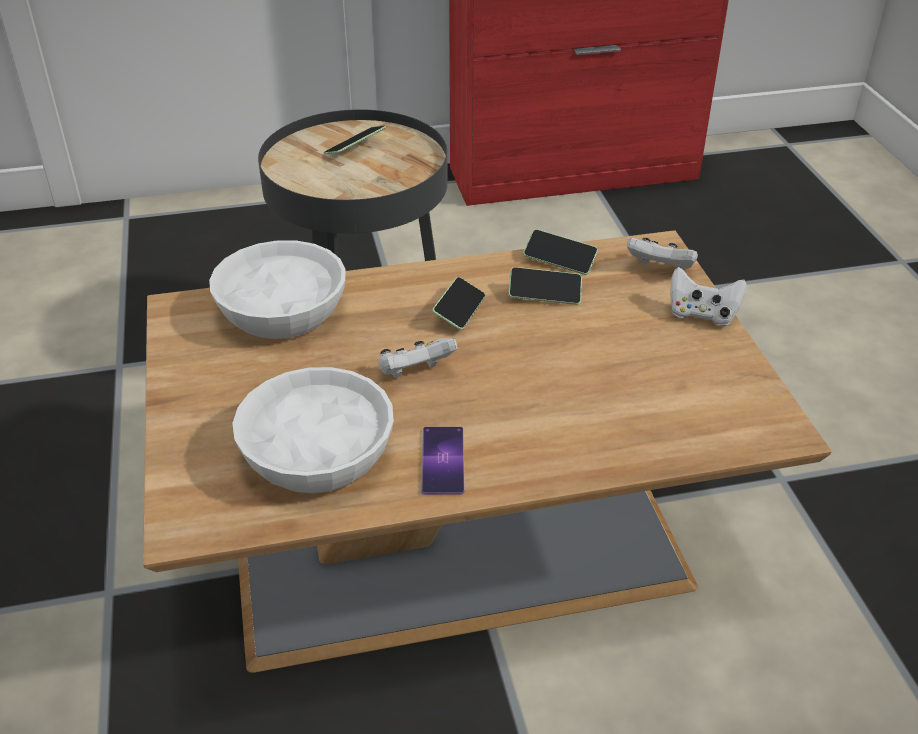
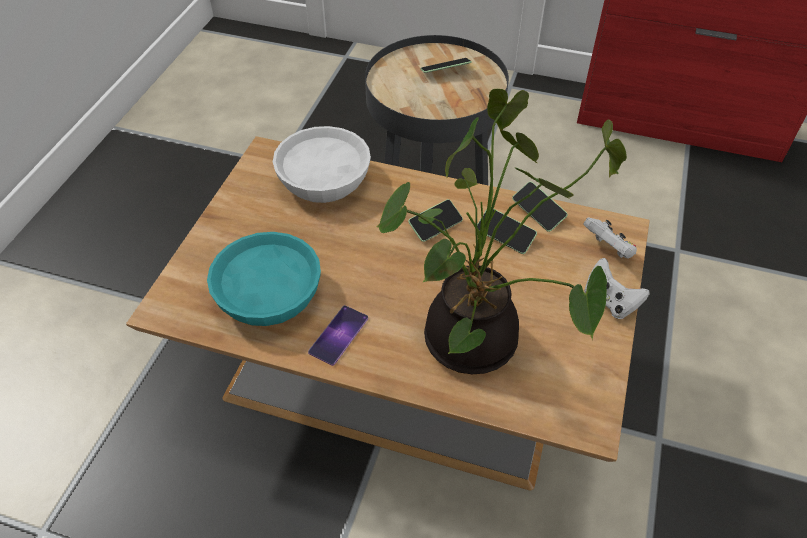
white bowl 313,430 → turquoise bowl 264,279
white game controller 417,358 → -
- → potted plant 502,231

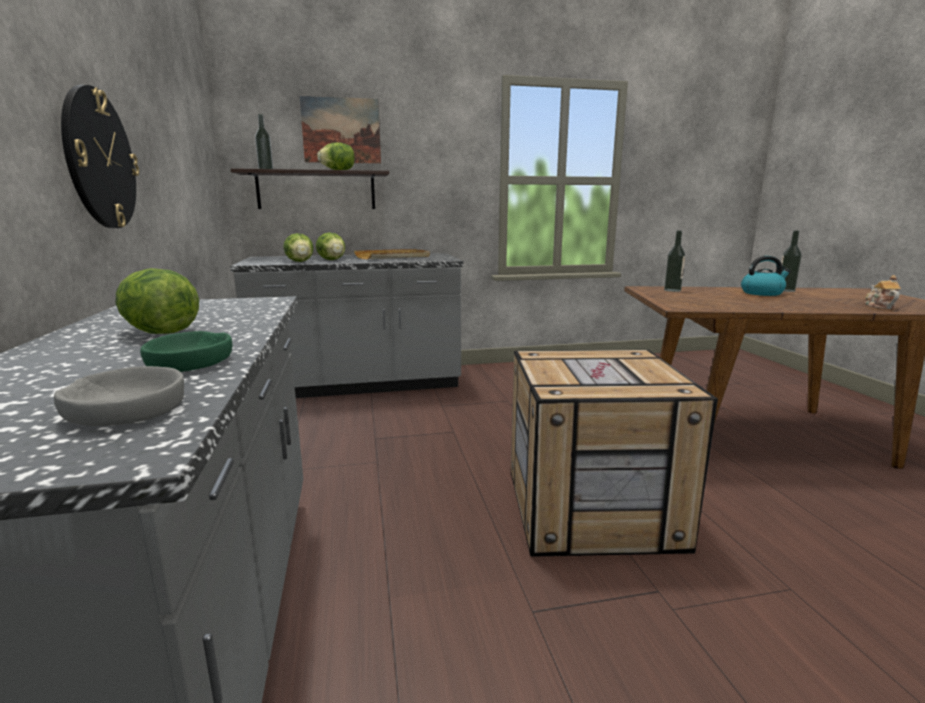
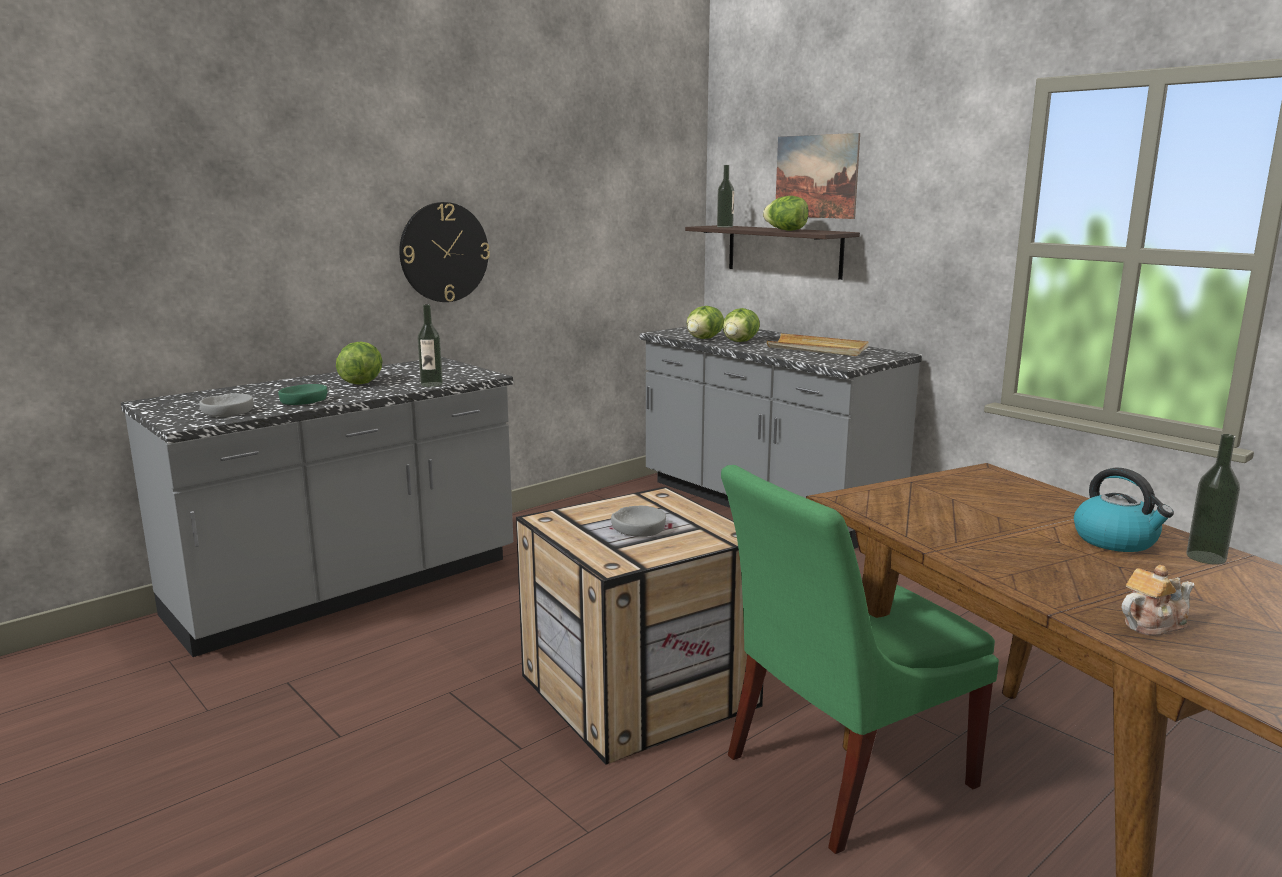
bottle 674,261 → bottle 430,345, relocated
- → grey bowl 638,521
- → green chair 860,659

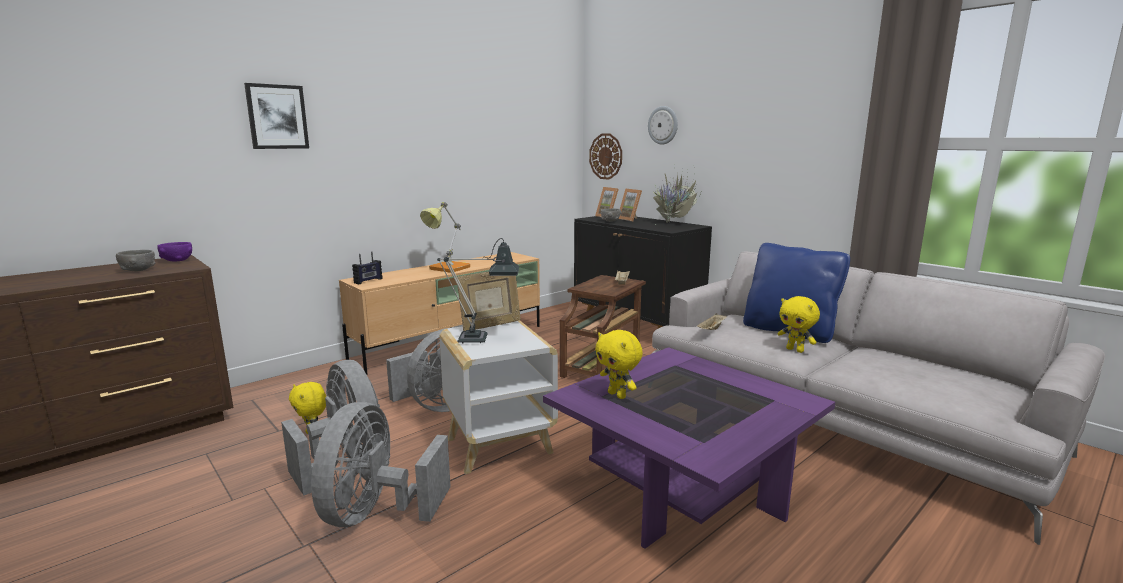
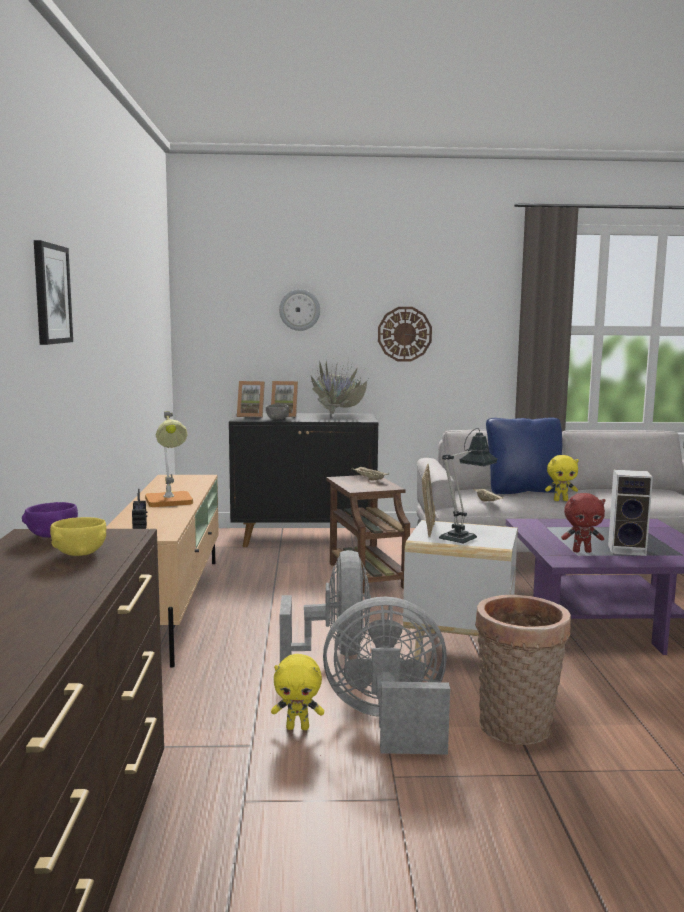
grey bowl 135,260 → yellow bowl 78,536
grey fan 381,464 → basket 523,670
wall clock 605,157 → wall clock 405,334, relocated
yellow plush toy 619,364 → red plush toy 583,523
- → speaker 630,513

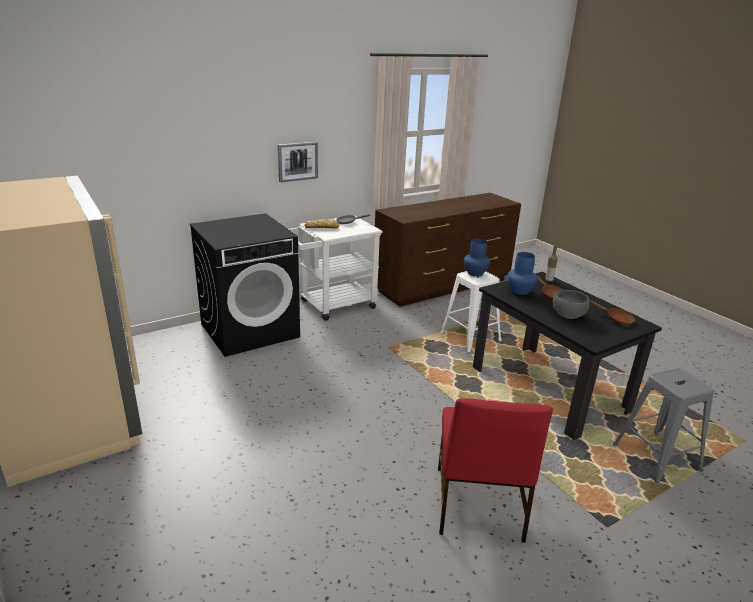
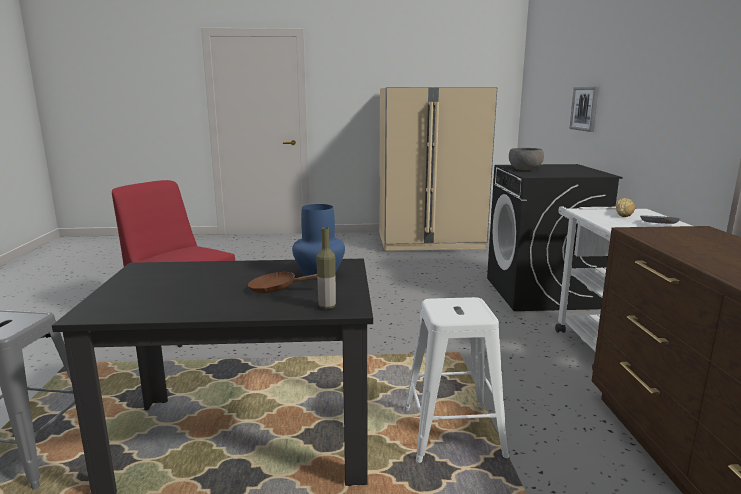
picture 298,162 → picture 584,109, relocated
blue vase 477,258 → -
grey bowl 571,304 → grey bowl 526,159, relocated
brown frying pan 612,312 → -

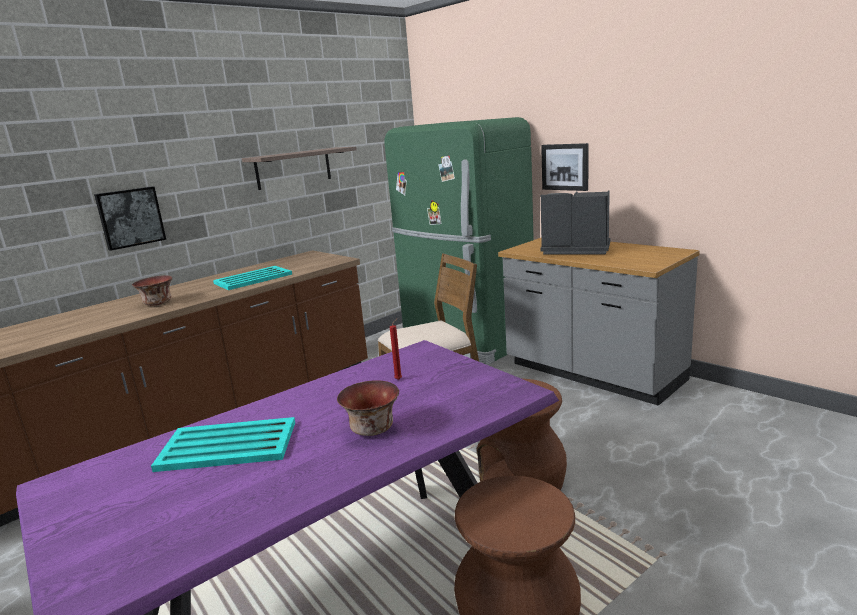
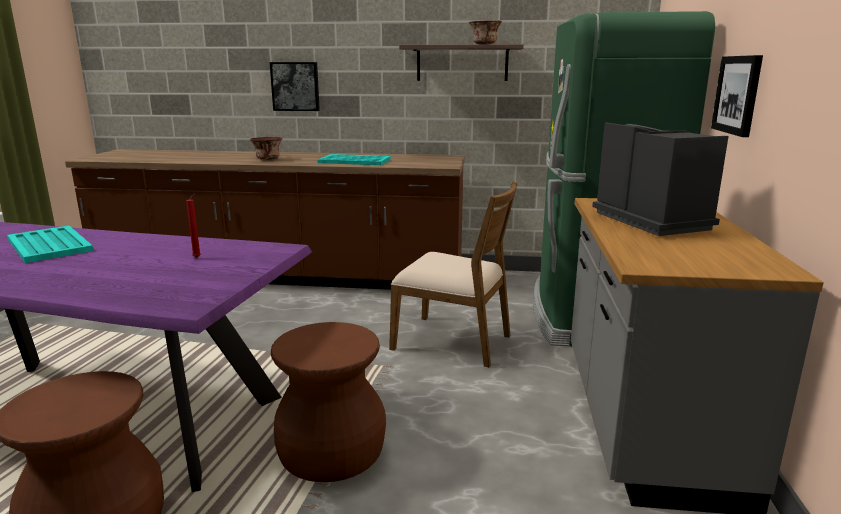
bowl 368,408 → bowl 485,32, relocated

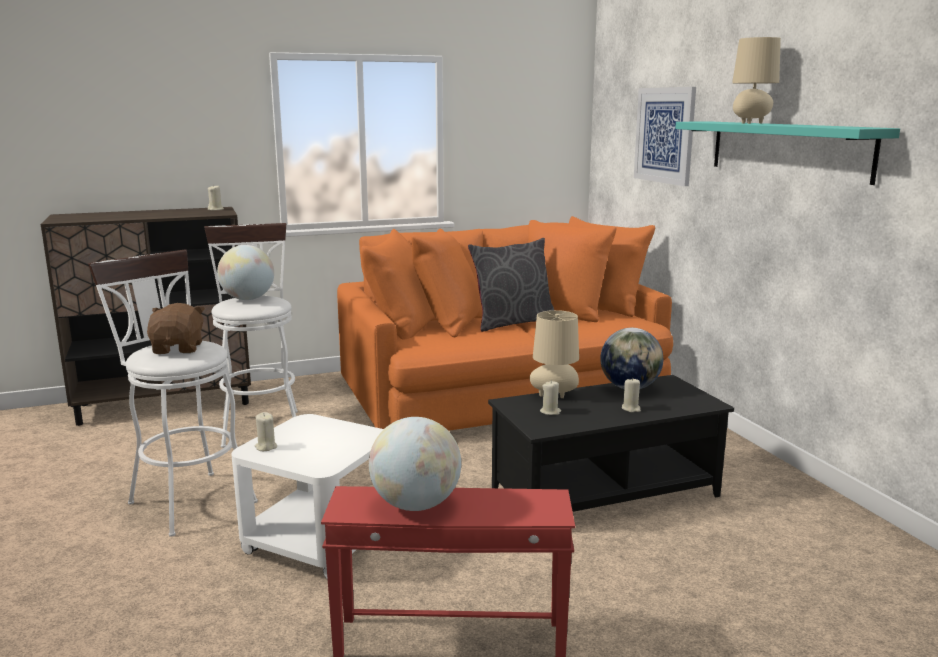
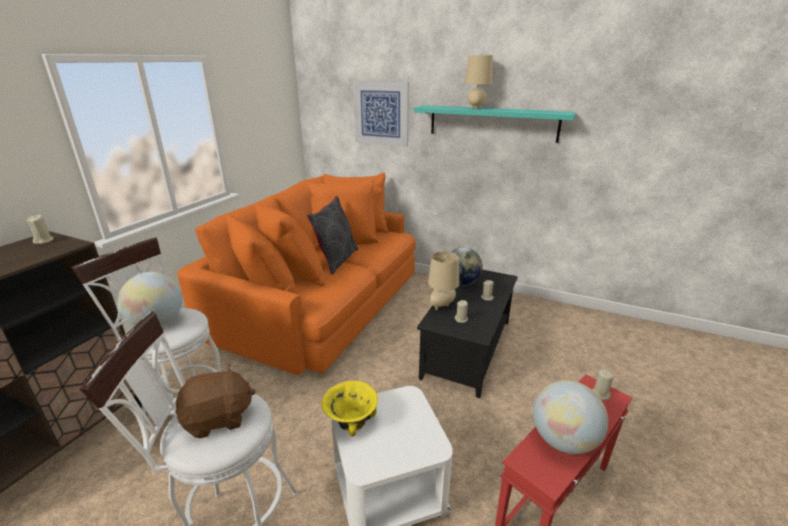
brown plush toy 176,328 → brown plush toy 216,401, 120 degrees clockwise
beige candle 266,431 → beige candle 603,385, relocated
- → yellow bowl 349,408

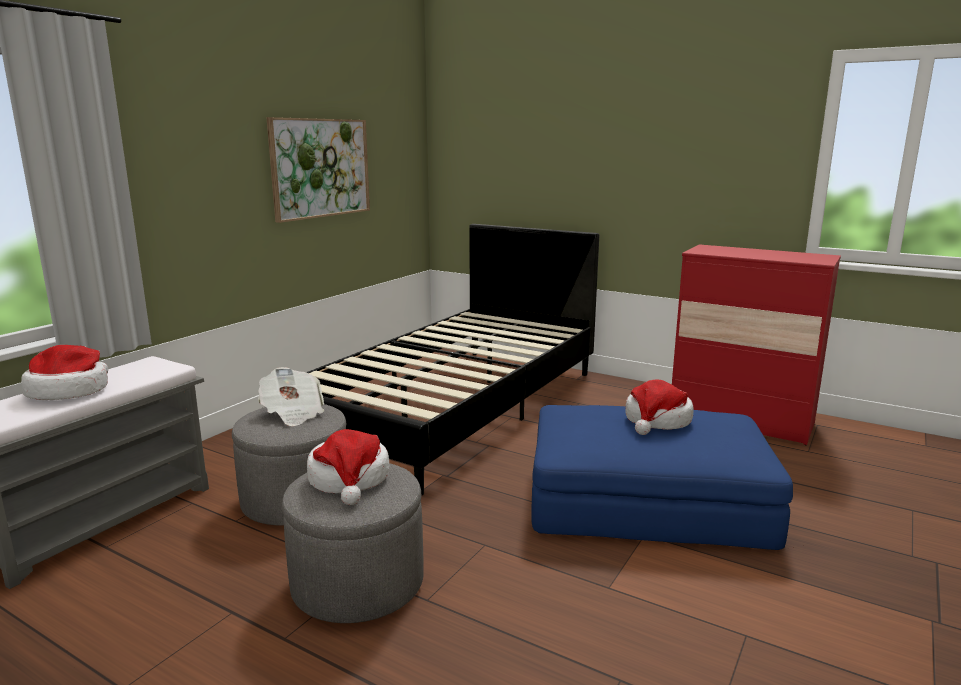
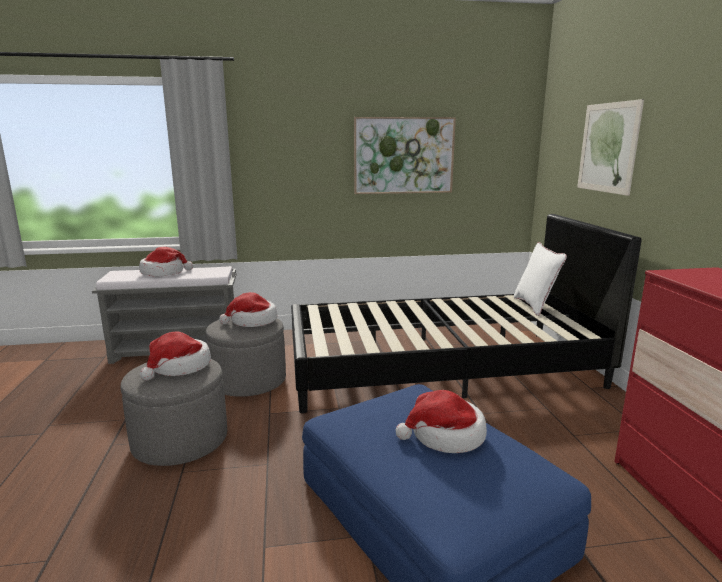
newspaper 291,396 → hat 248,309
- → white pillow 540,279
- → picture 610,147

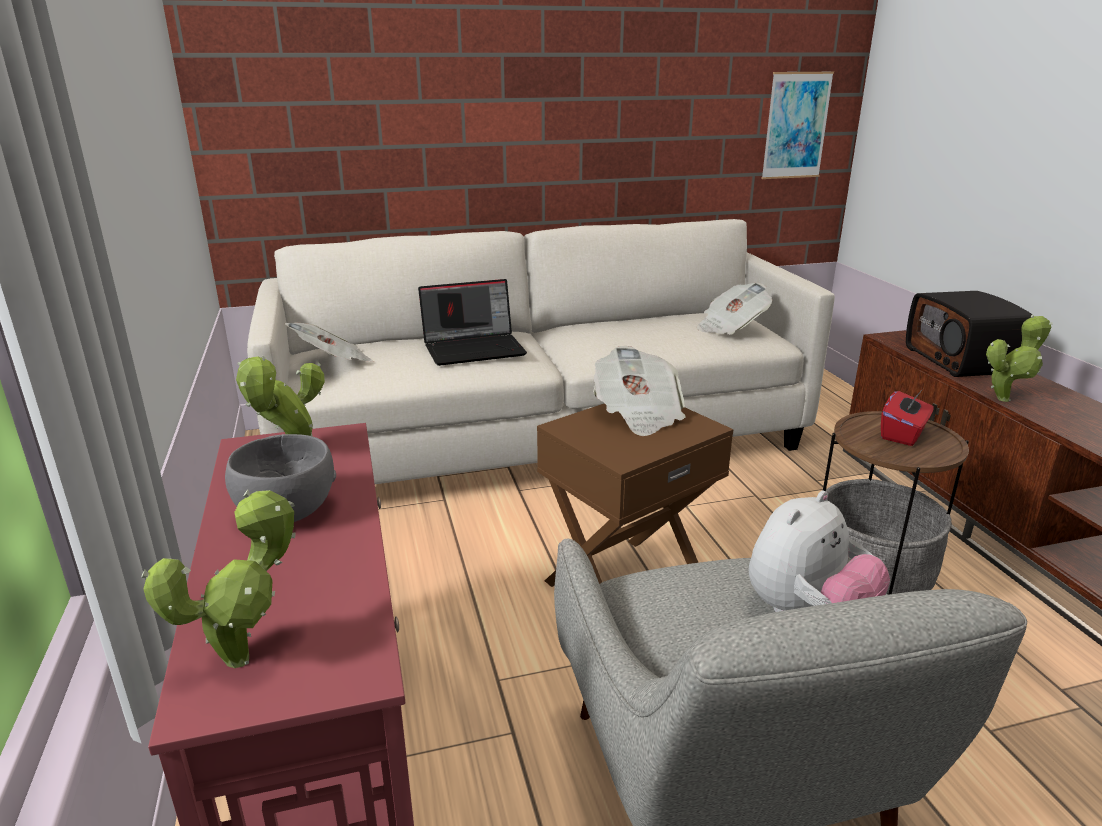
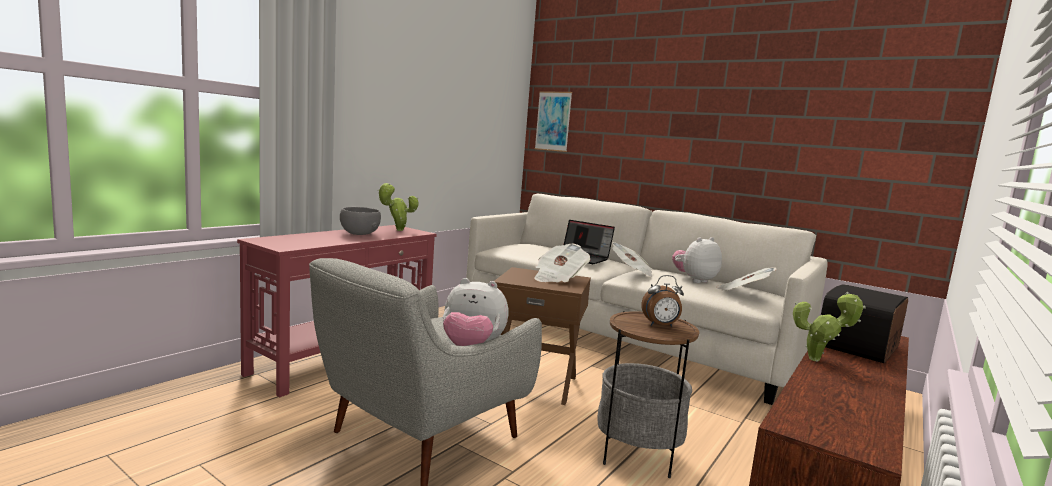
potted plant 218,579 → -
newspaper 329,342 → newspaper 632,259, relocated
picture 797,125 → picture 553,121, relocated
red tissue box 907,417 → alarm clock 662,301
- → plush toy 697,260

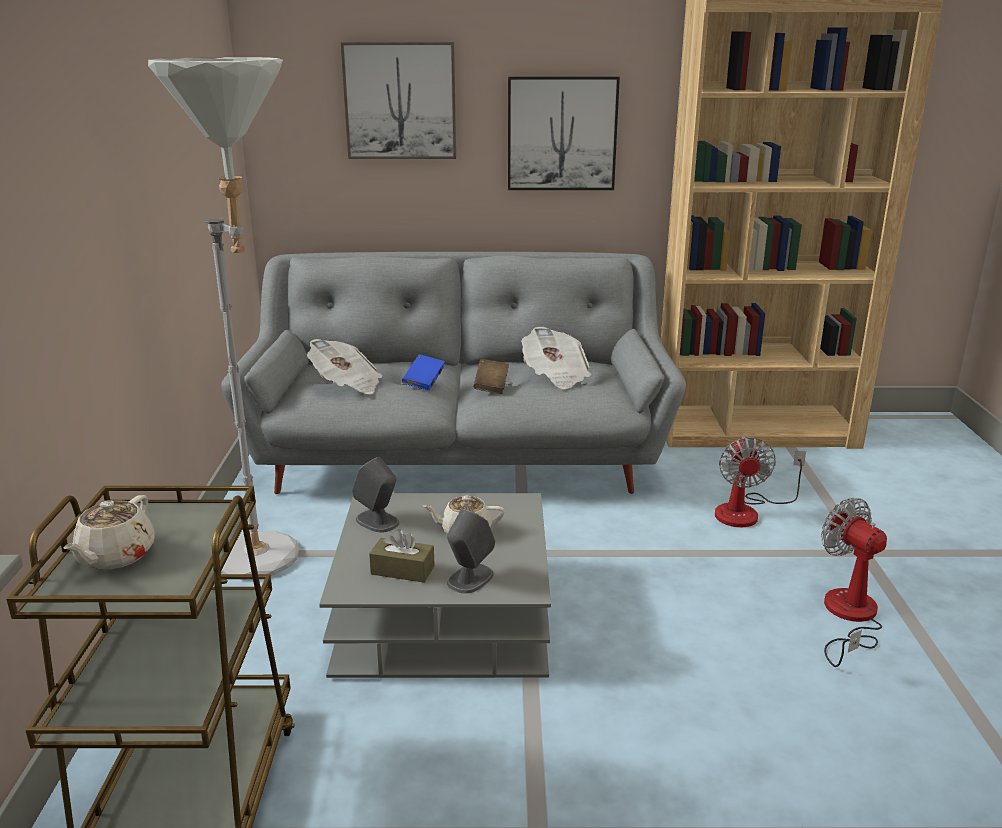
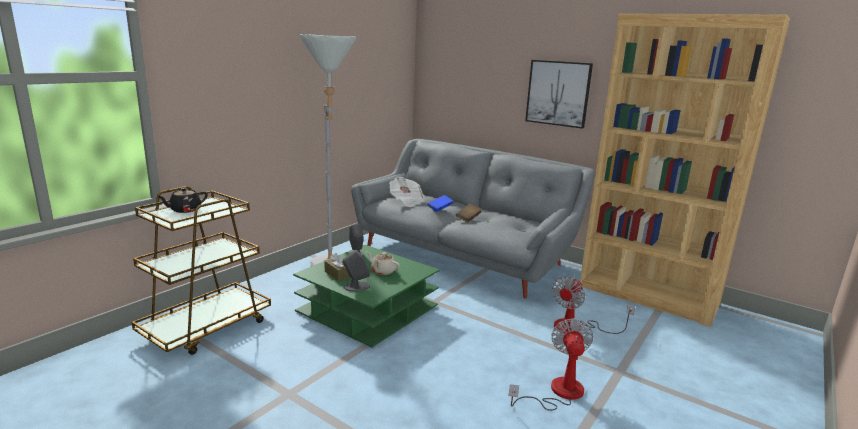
beige teapot 109,532 → black teapot 182,200
grey coffee table 435,585 → green coffee table 366,296
picture 398,100 → -
newspaper 556,358 → -

